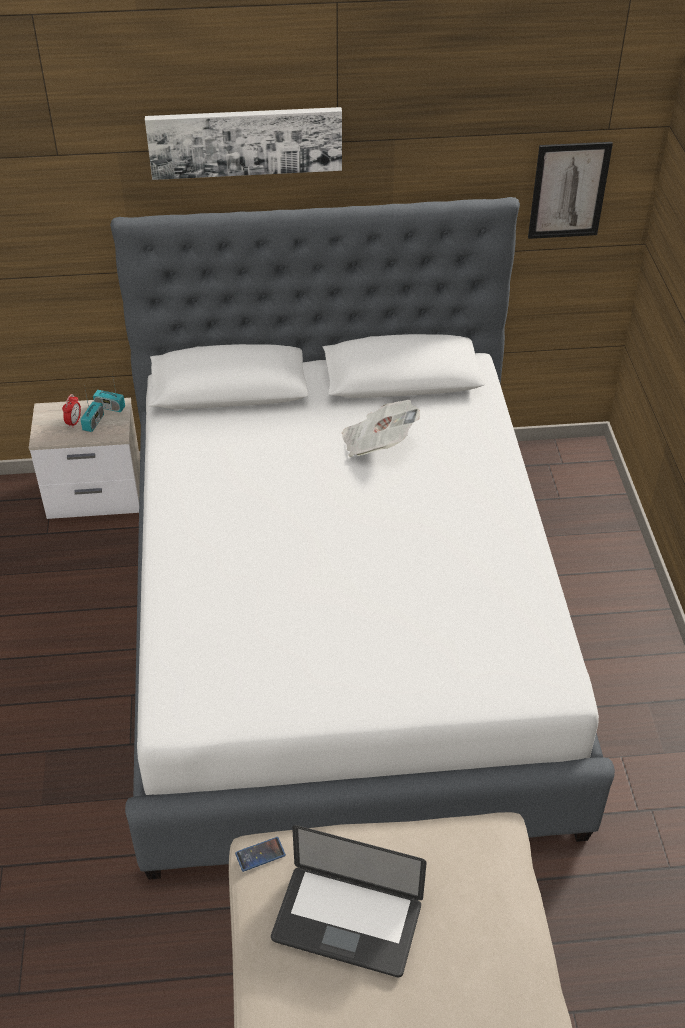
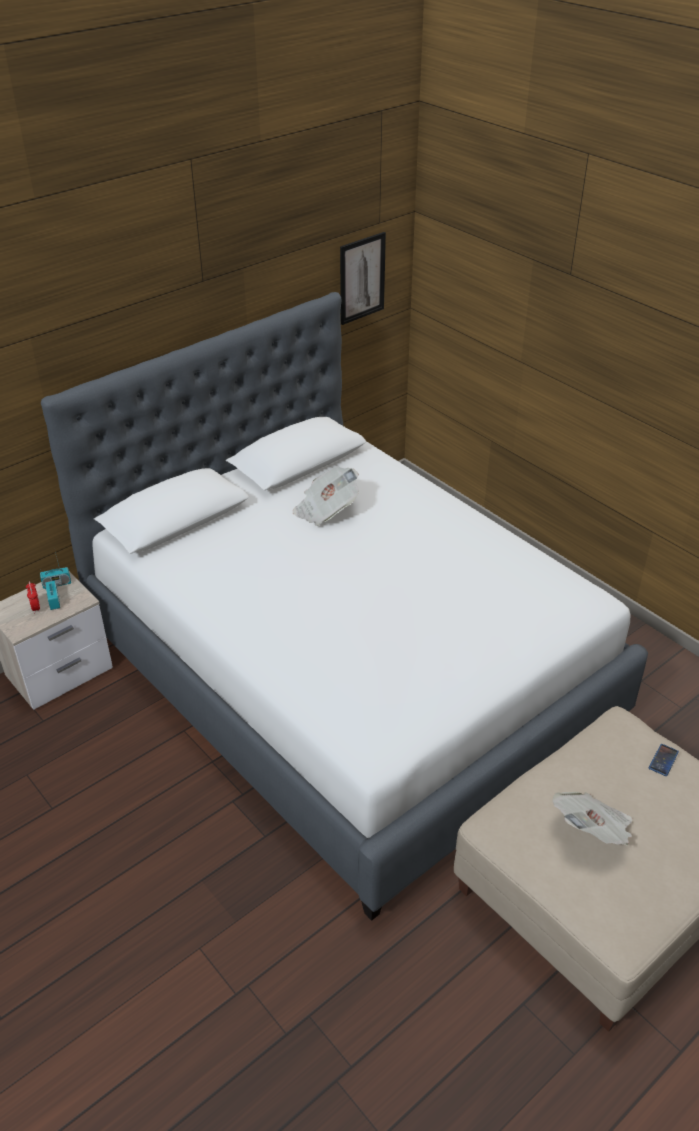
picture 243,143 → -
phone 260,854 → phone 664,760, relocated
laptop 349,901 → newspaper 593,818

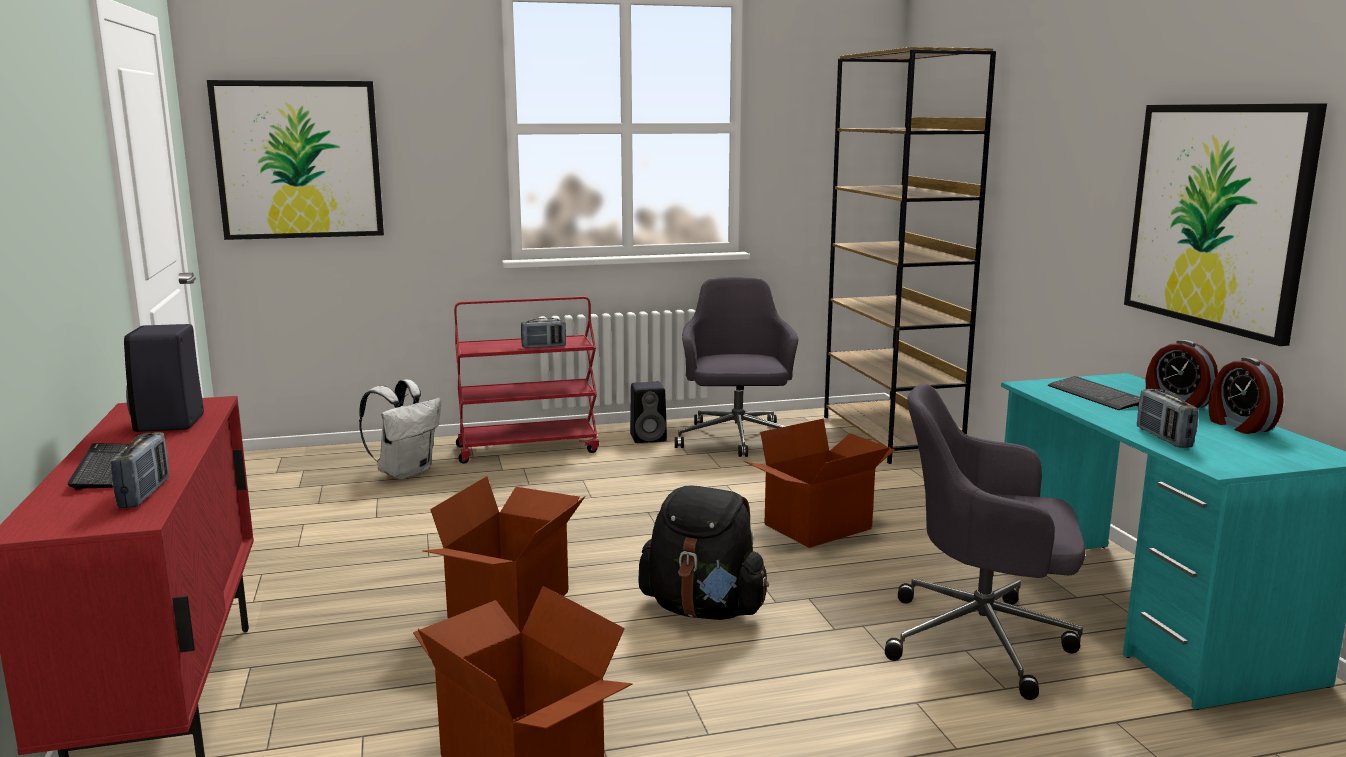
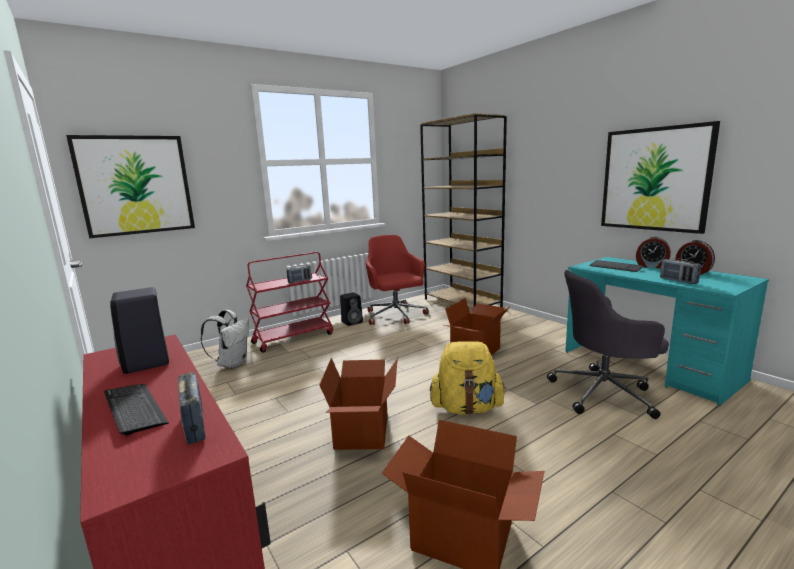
black backpack 703,552 → yellow backpack 468,378
grey office chair 736,367 → red office chair 397,280

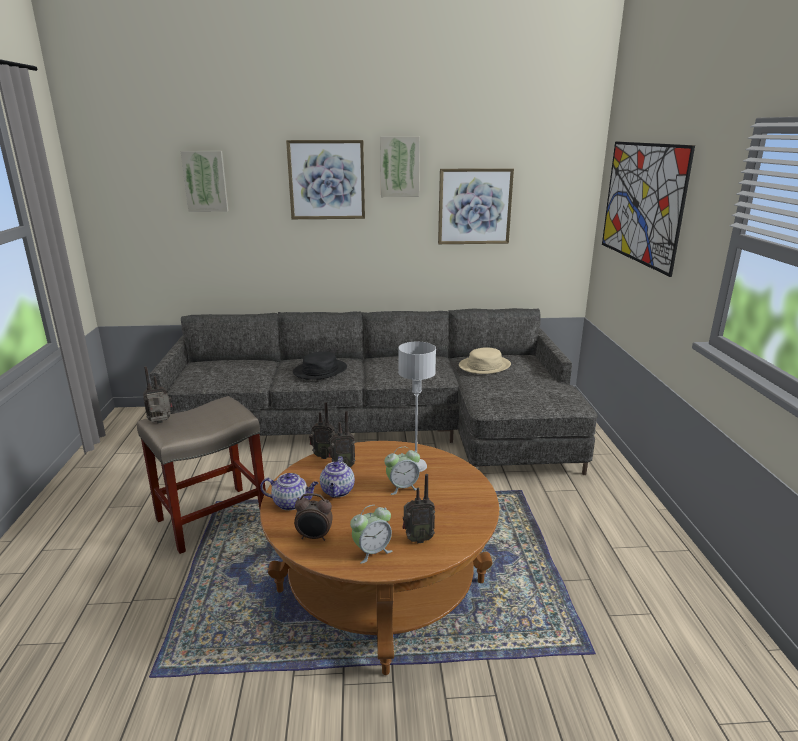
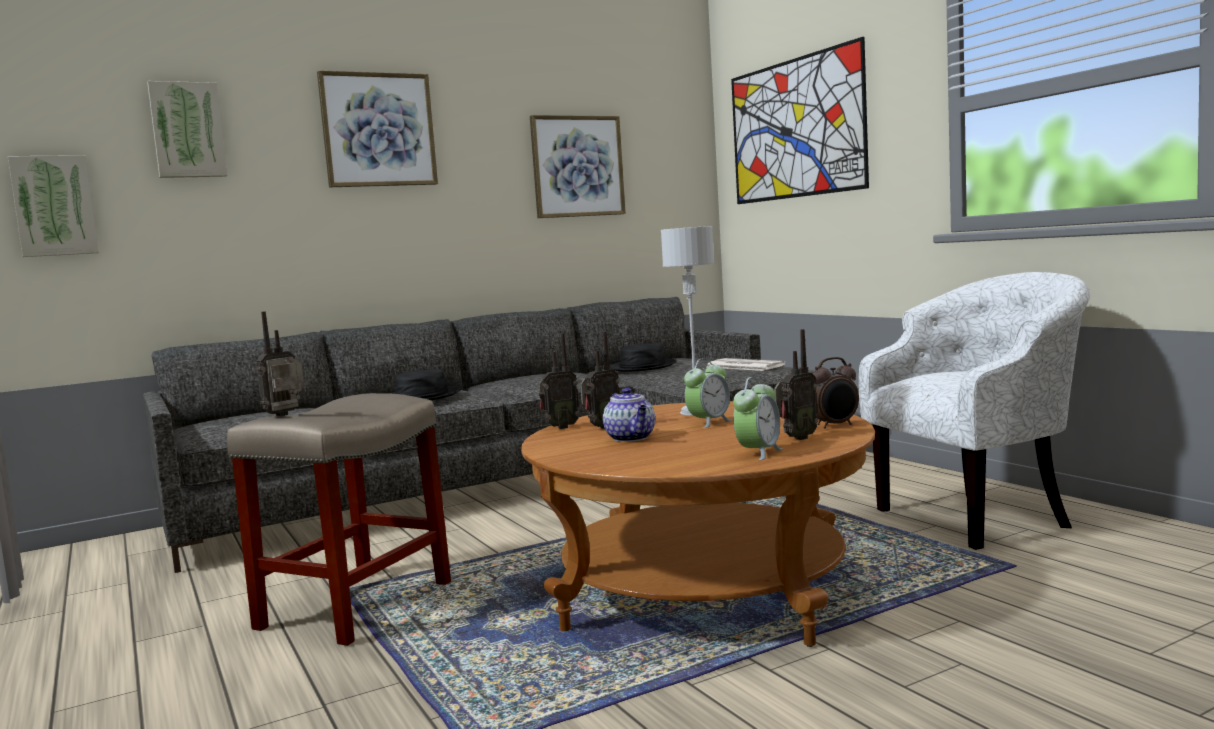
teapot 289,491 → -
alarm clock 313,517 → alarm clock 835,392, relocated
picture 400,166 → picture 53,206, relocated
beige hat 485,360 → black hat 644,357
- → newspaper 746,364
- → white armchair 974,411

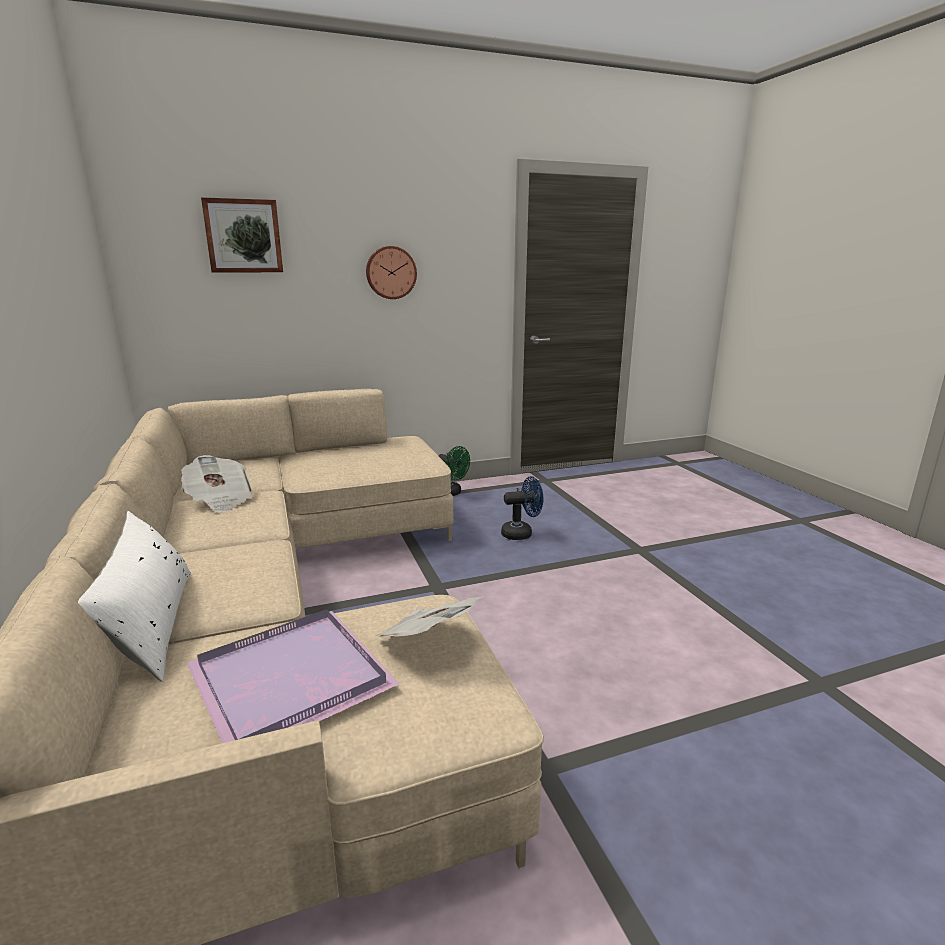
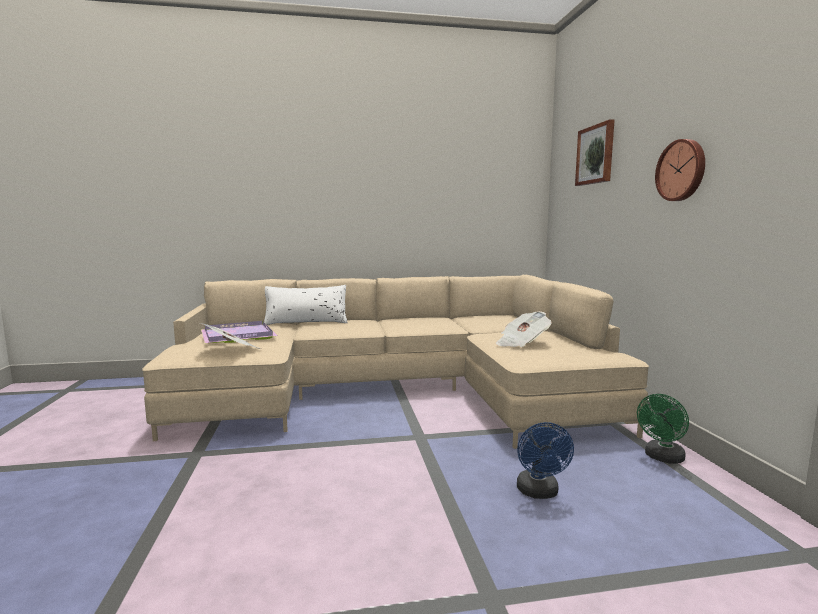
newspaper 217,484 → newspaper 524,329, relocated

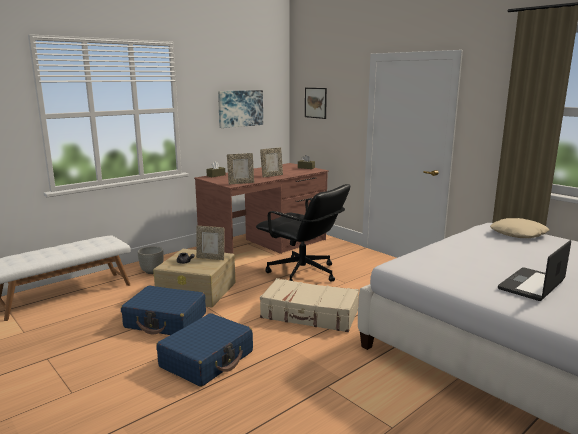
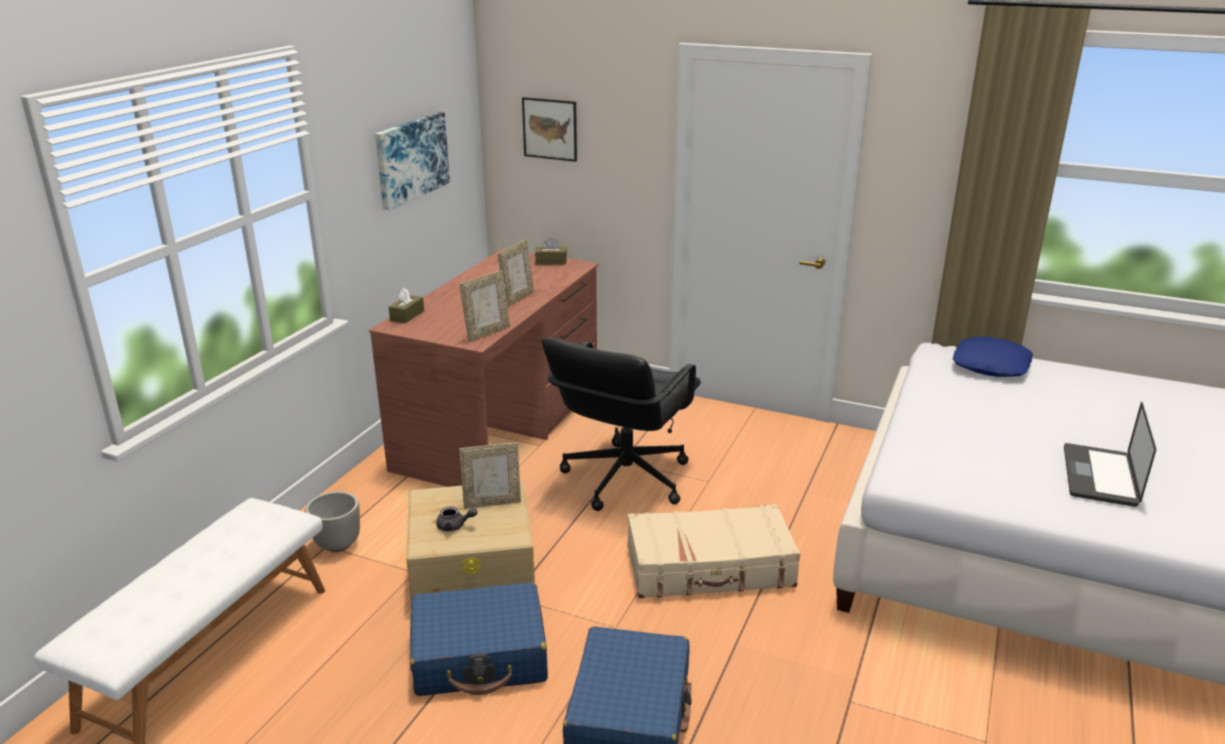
black office chair 303,233 → black office chair 621,424, 105 degrees clockwise
beige pillow 519,228 → blue pillow 993,357

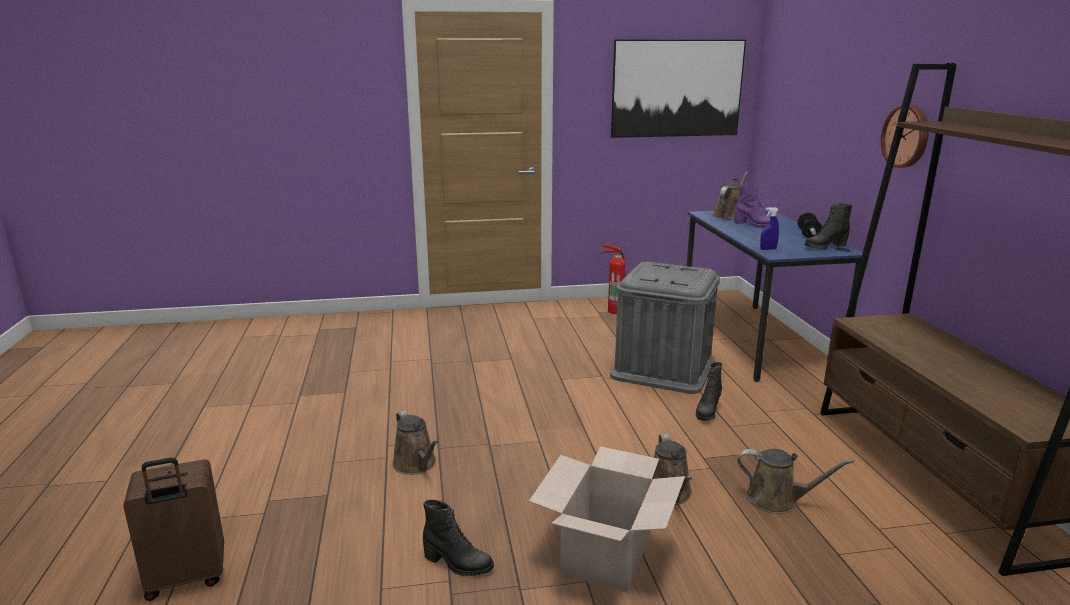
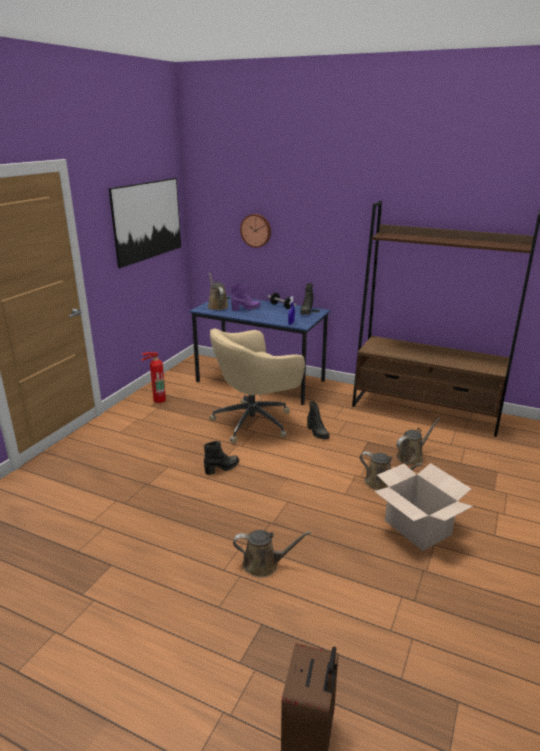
black boot 458,538 → black boot 221,458, relocated
grey storage box 665,328 → beige office chair 257,386
wall clock 905,136 → wall clock 255,231, relocated

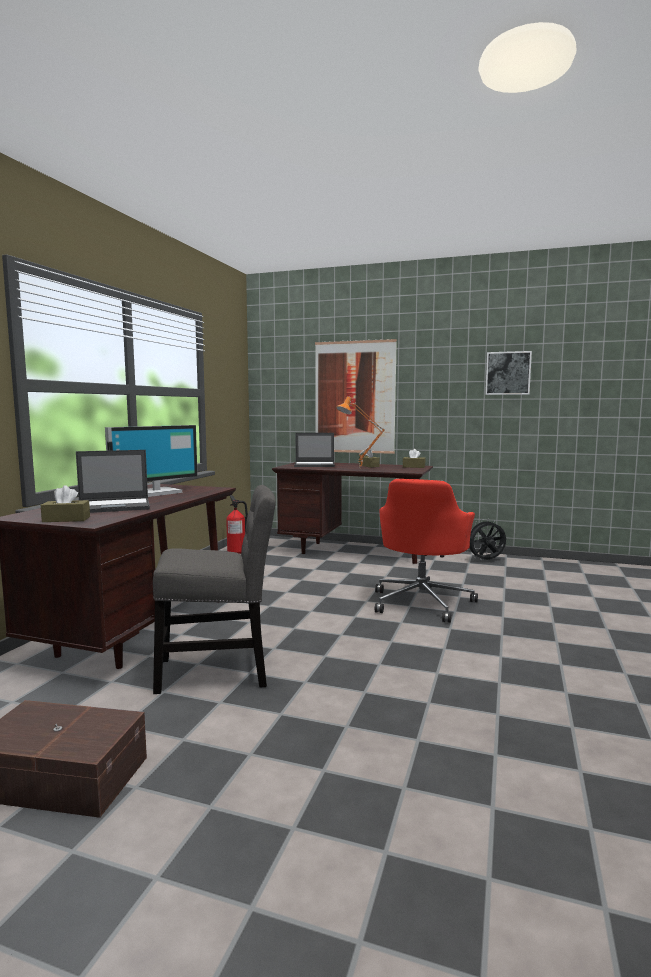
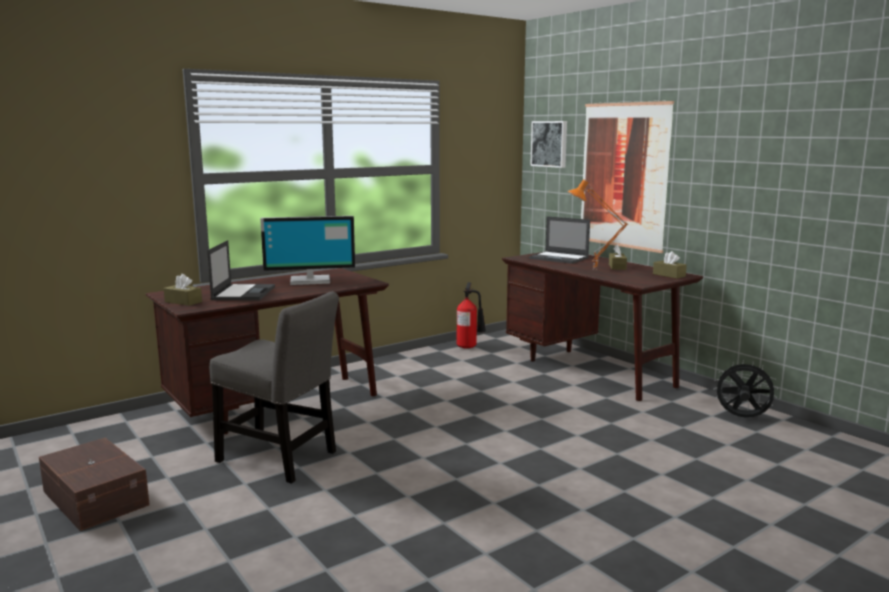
laptop 113,481 → laptop 241,270, 105 degrees counterclockwise
red office chair 426,551 → -
picture 508,373 → picture 548,144, relocated

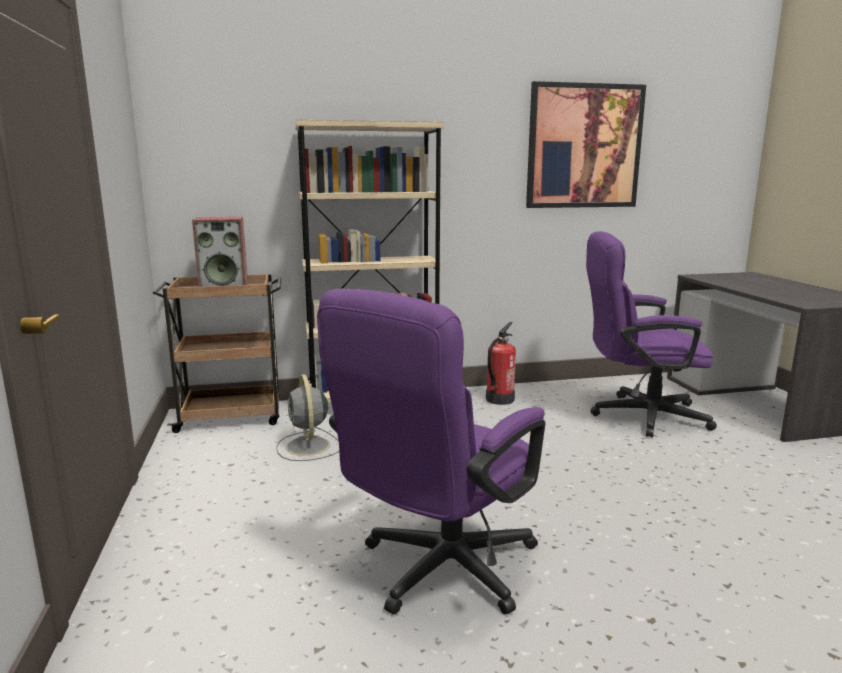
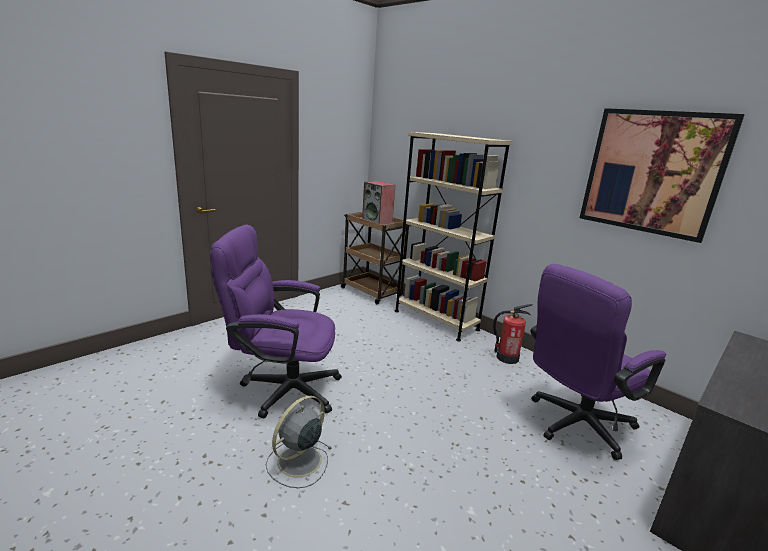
grey fan 307,417 → grey fan 298,442, relocated
purple office chair 651,334 → purple office chair 598,362, 90 degrees counterclockwise

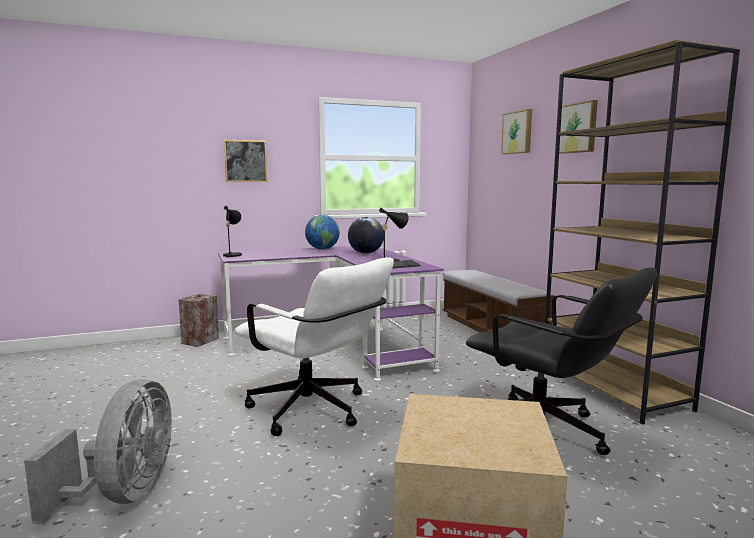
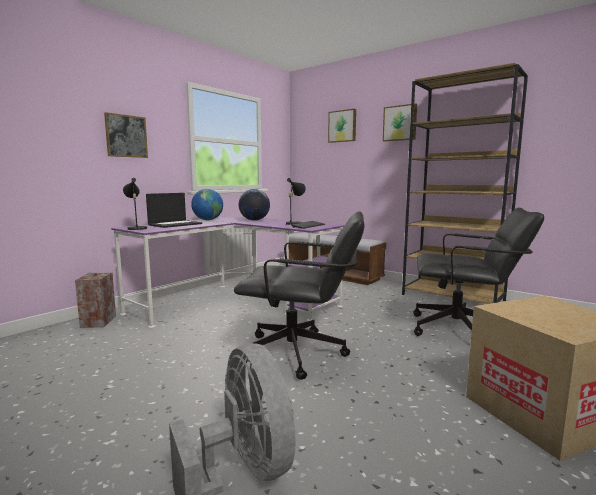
white office chair 314,347 → black office chair 299,295
- → laptop 174,210

